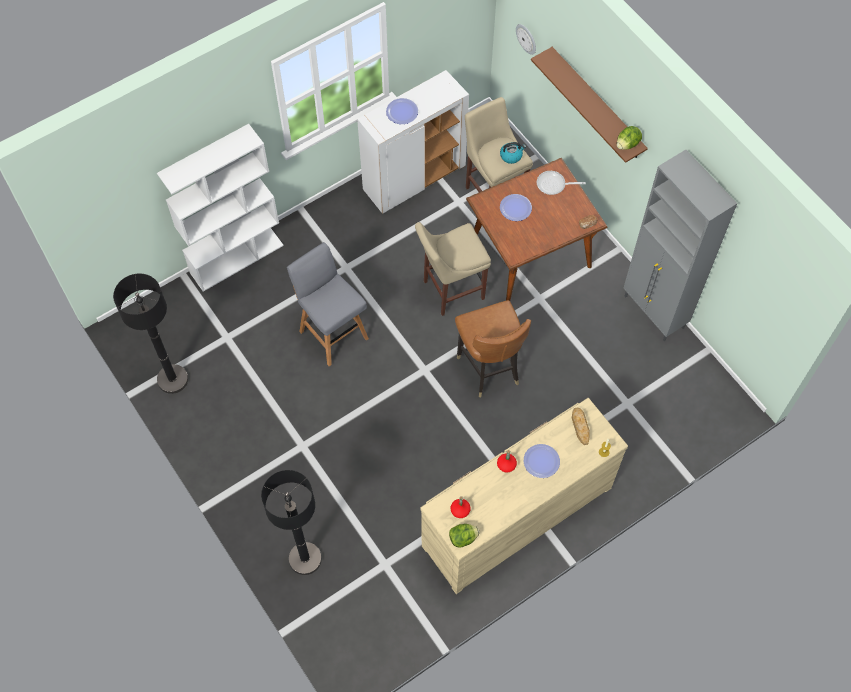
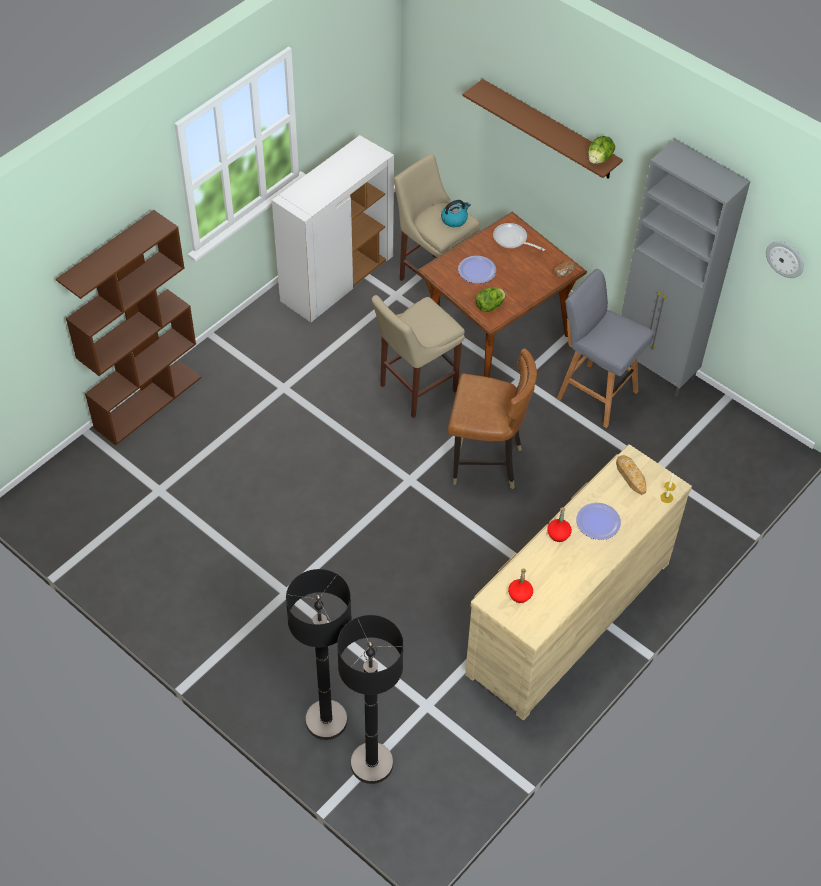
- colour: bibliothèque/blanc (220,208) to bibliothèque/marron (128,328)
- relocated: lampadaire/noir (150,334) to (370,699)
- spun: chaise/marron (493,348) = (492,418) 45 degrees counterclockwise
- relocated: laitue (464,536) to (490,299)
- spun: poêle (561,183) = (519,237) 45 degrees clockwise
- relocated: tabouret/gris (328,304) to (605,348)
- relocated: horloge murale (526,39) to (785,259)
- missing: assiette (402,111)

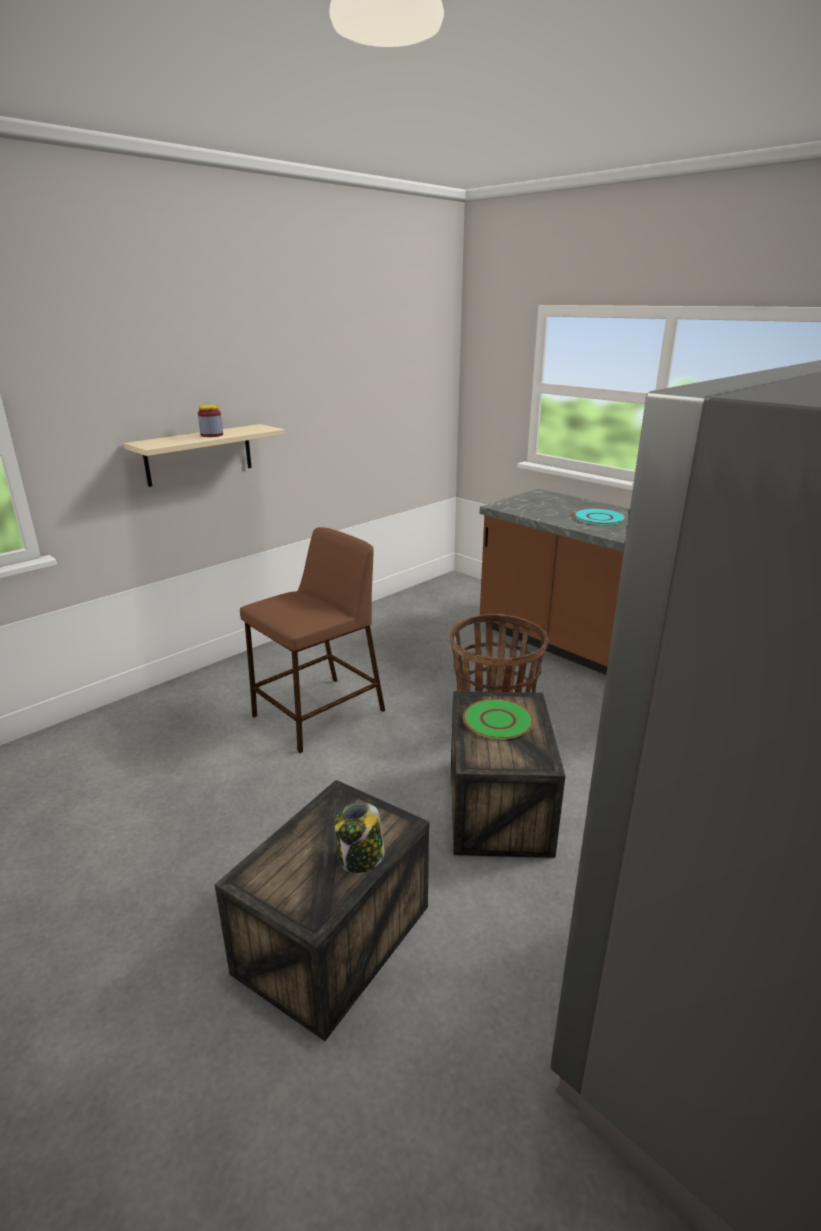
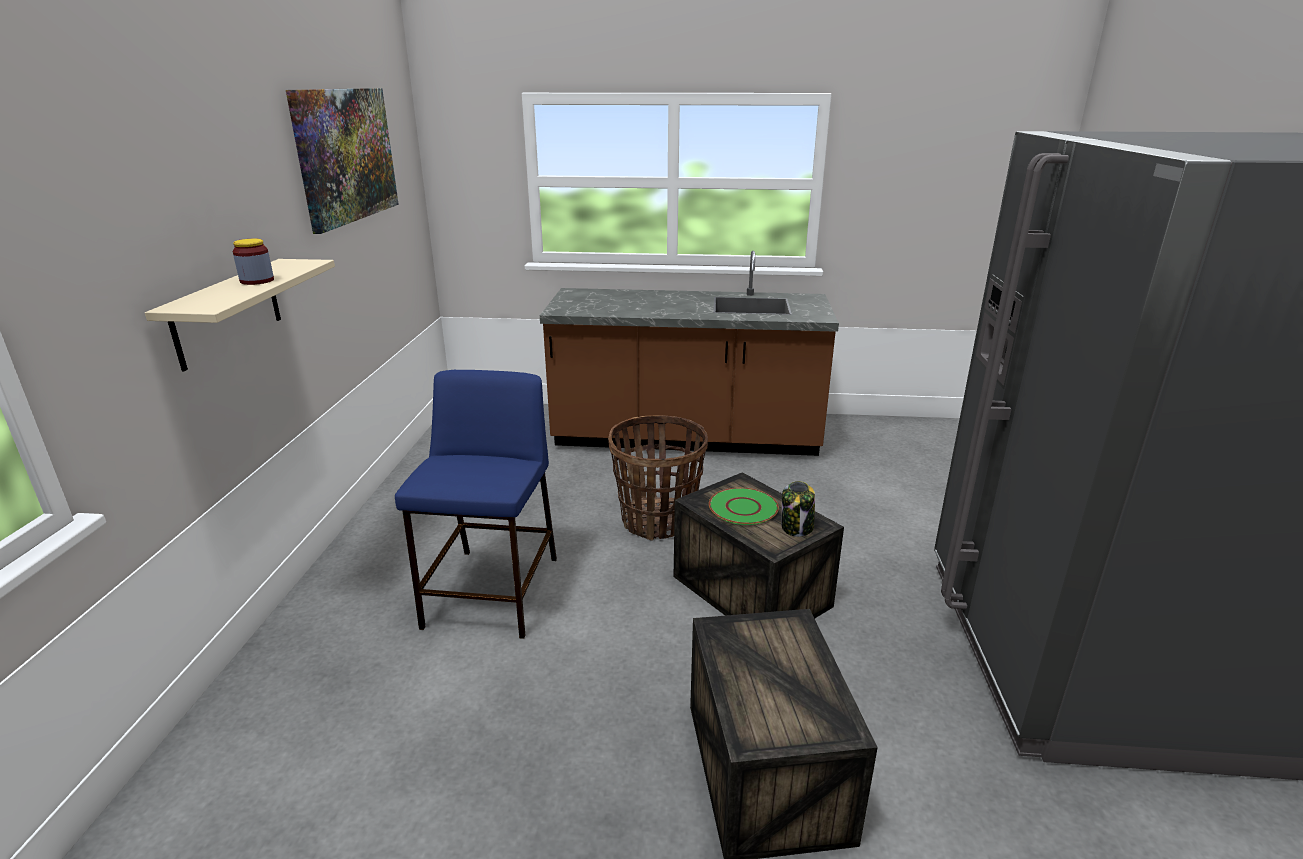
- appeared: tableau (342,161)
- colour: tabouret/marron (312,640) to tabouret/bleu (476,504)
- relocated: bocal (359,837) to (798,509)
- missing: assiette/turquoise (600,516)

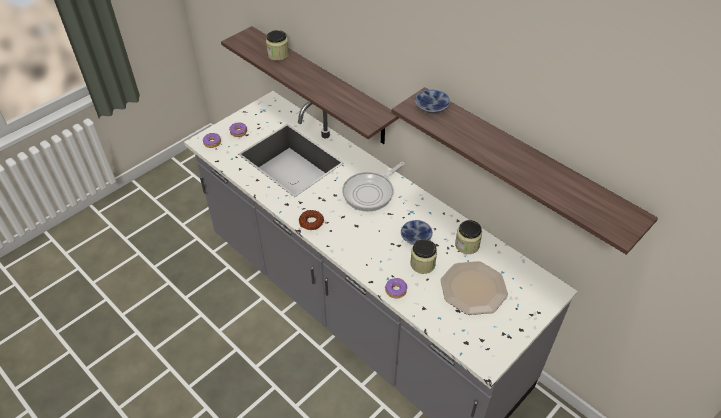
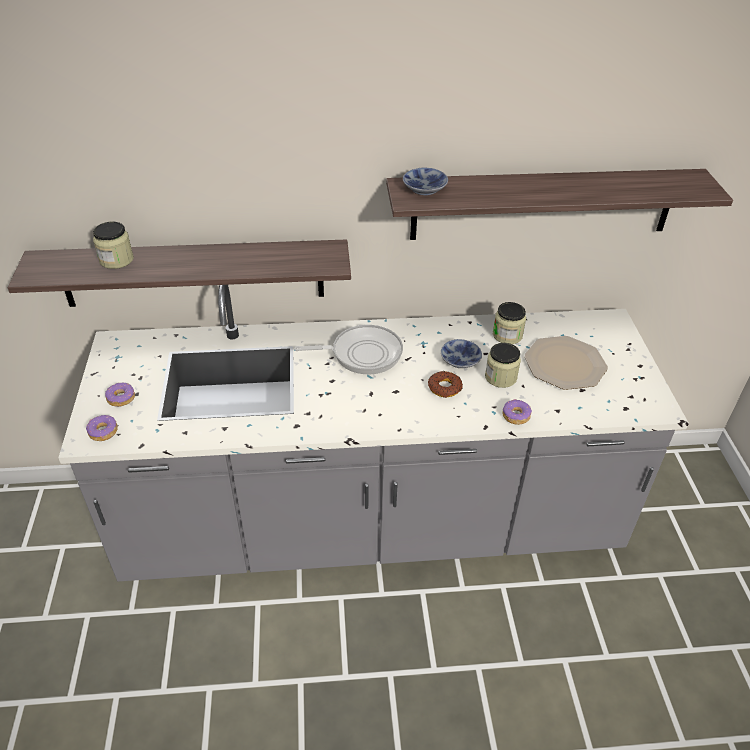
- spun: poêle (373,187) = (348,349) 90 degrees counterclockwise
- relocated: beignet (311,220) to (445,384)

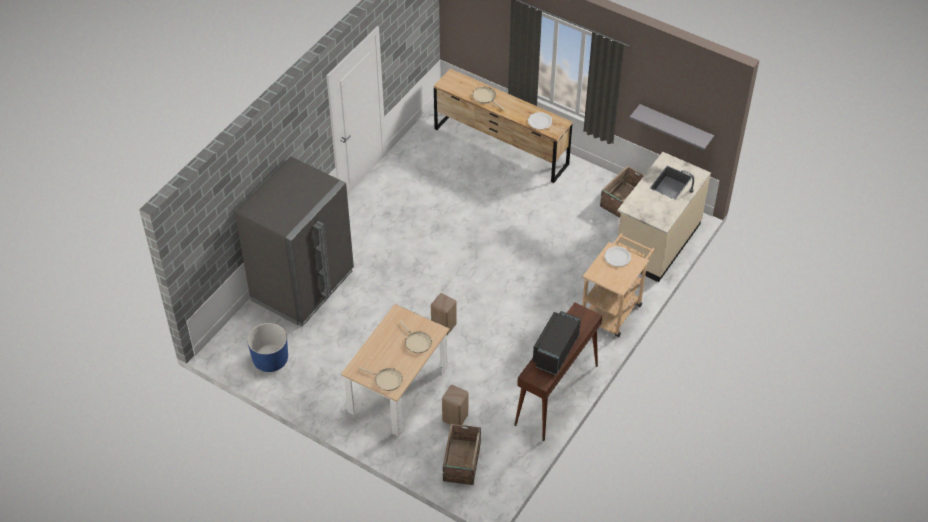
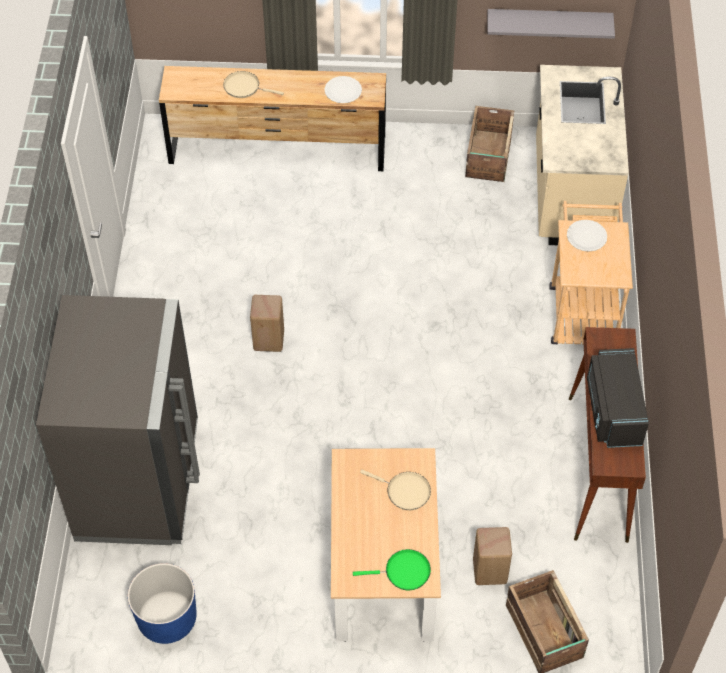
- relocated: tabouret/beige (444,314) to (267,323)
- colour: poêle/beige (381,379) to poêle/vert (392,569)

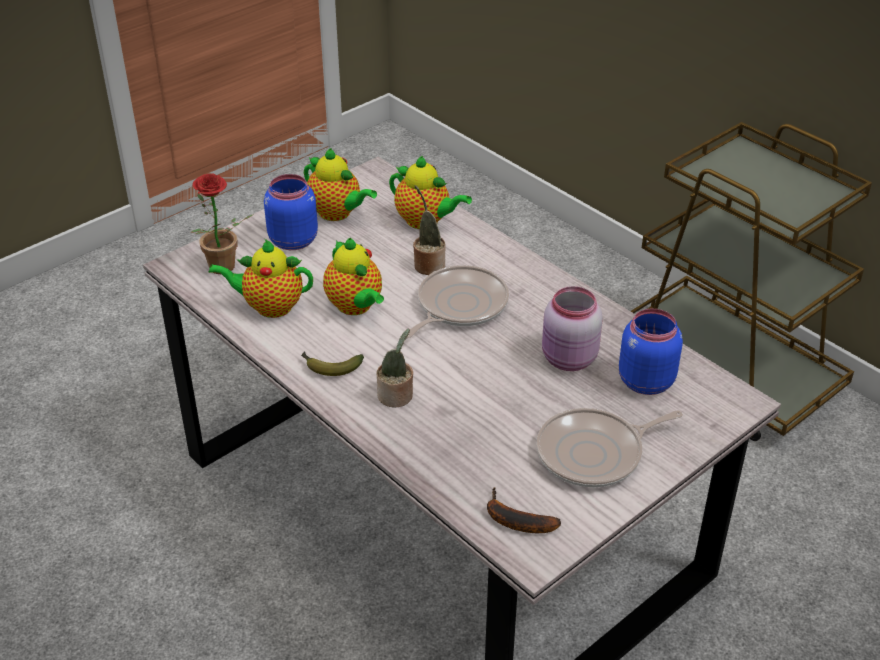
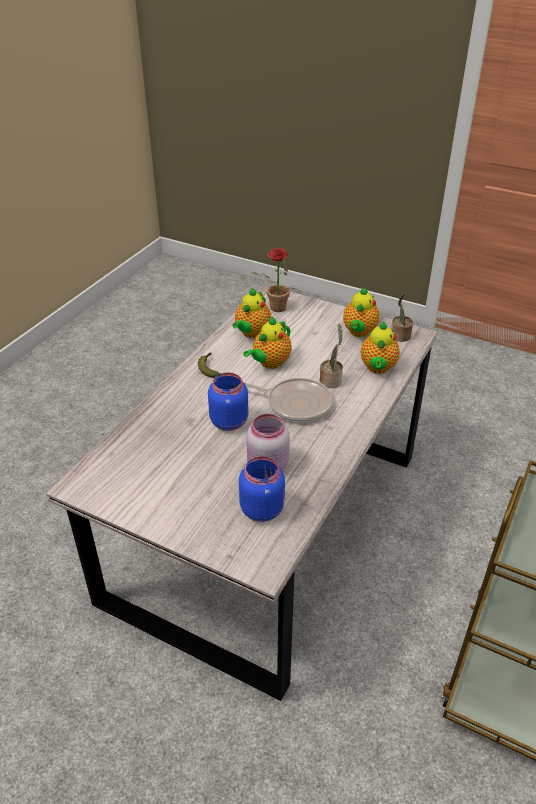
- relocated: bocal/bleu (291,212) to (228,401)
- spun: théière (260,278) = (251,313) 135 degrees counterclockwise
- relocated: plante en pot (395,368) to (402,317)
- missing: banane (524,510)
- missing: poêle (610,448)

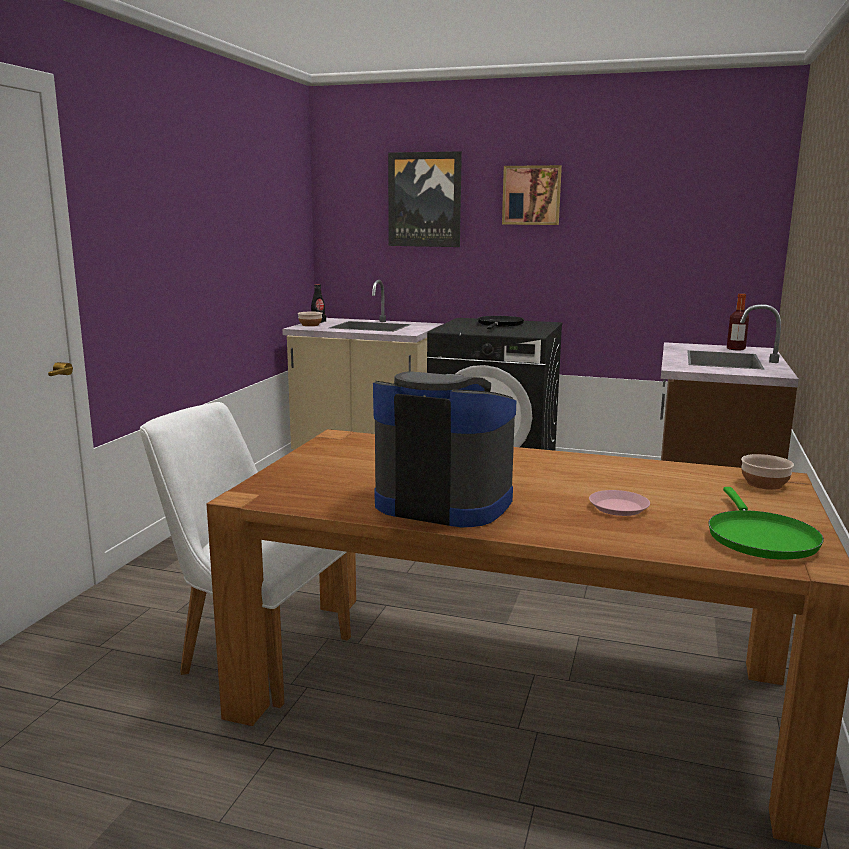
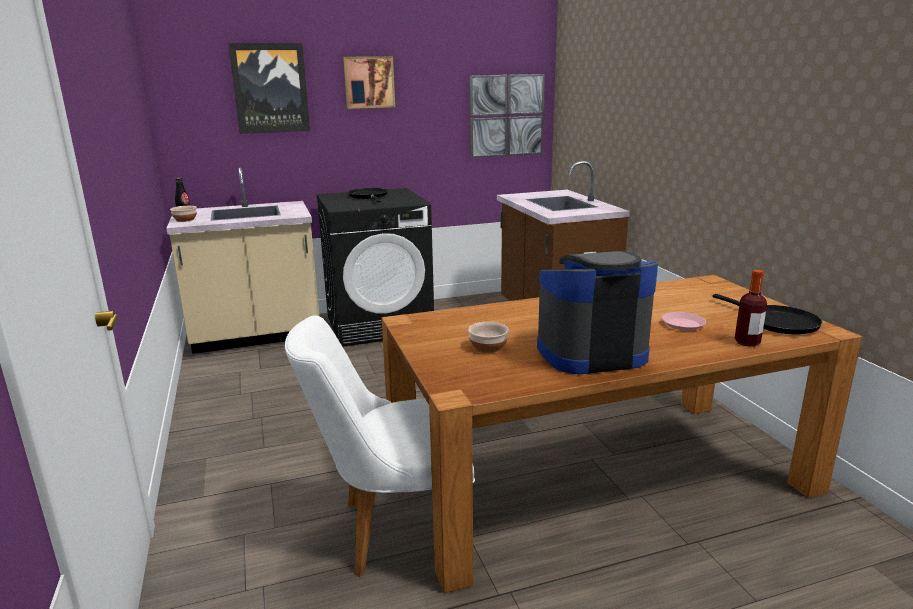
- relocated: bol (767,472) to (488,337)
- appeared: tableau (507,116)
- colour: poêle/vert (766,523) to poêle/noir (768,314)
- relocated: bouteille (738,322) to (751,308)

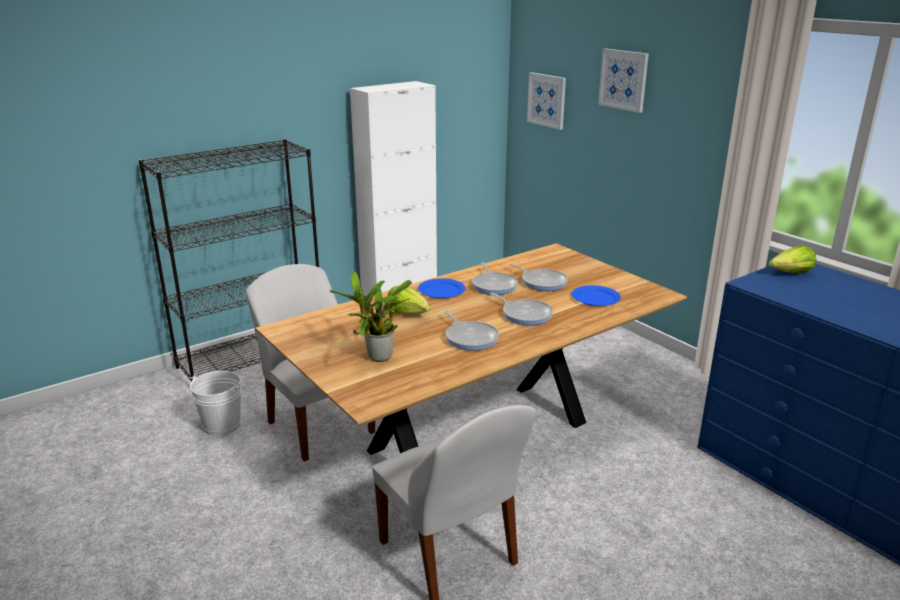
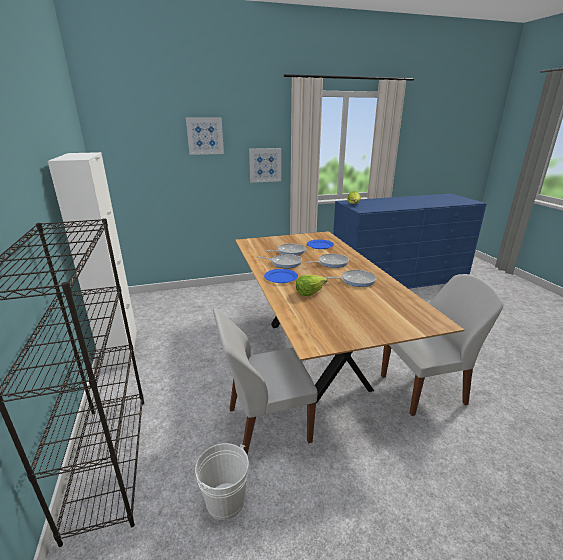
- relocated: tableau (546,101) to (265,165)
- missing: plante en pot (371,316)

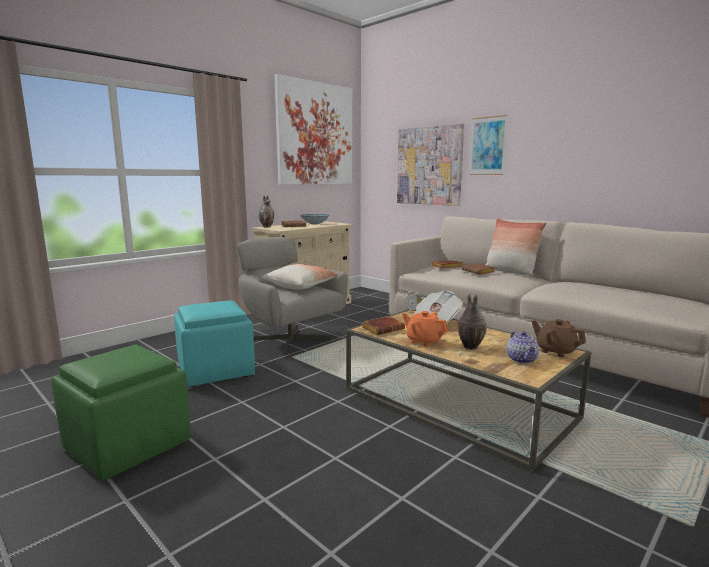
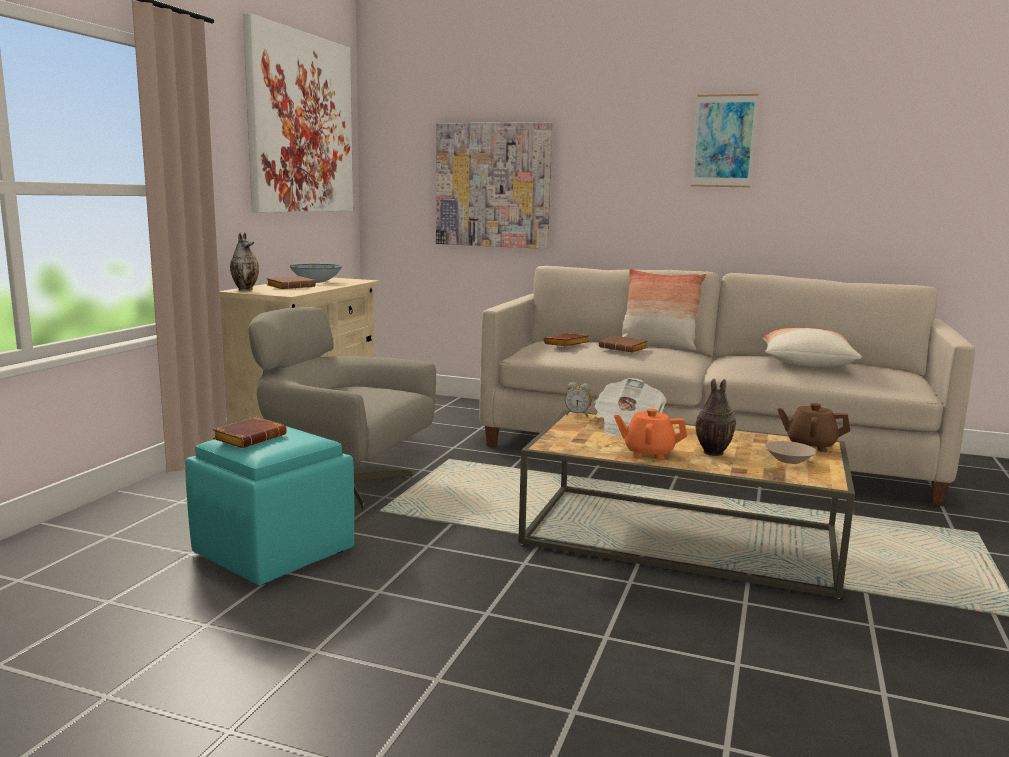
- relocated: livre/marron (384,325) to (250,432)
- relocated: tableau (488,145) to (724,141)
- relocated: coussin (300,277) to (811,347)
- exchanged: théière (522,347) to bol/beige (791,452)
- missing: pouf/vert (121,413)

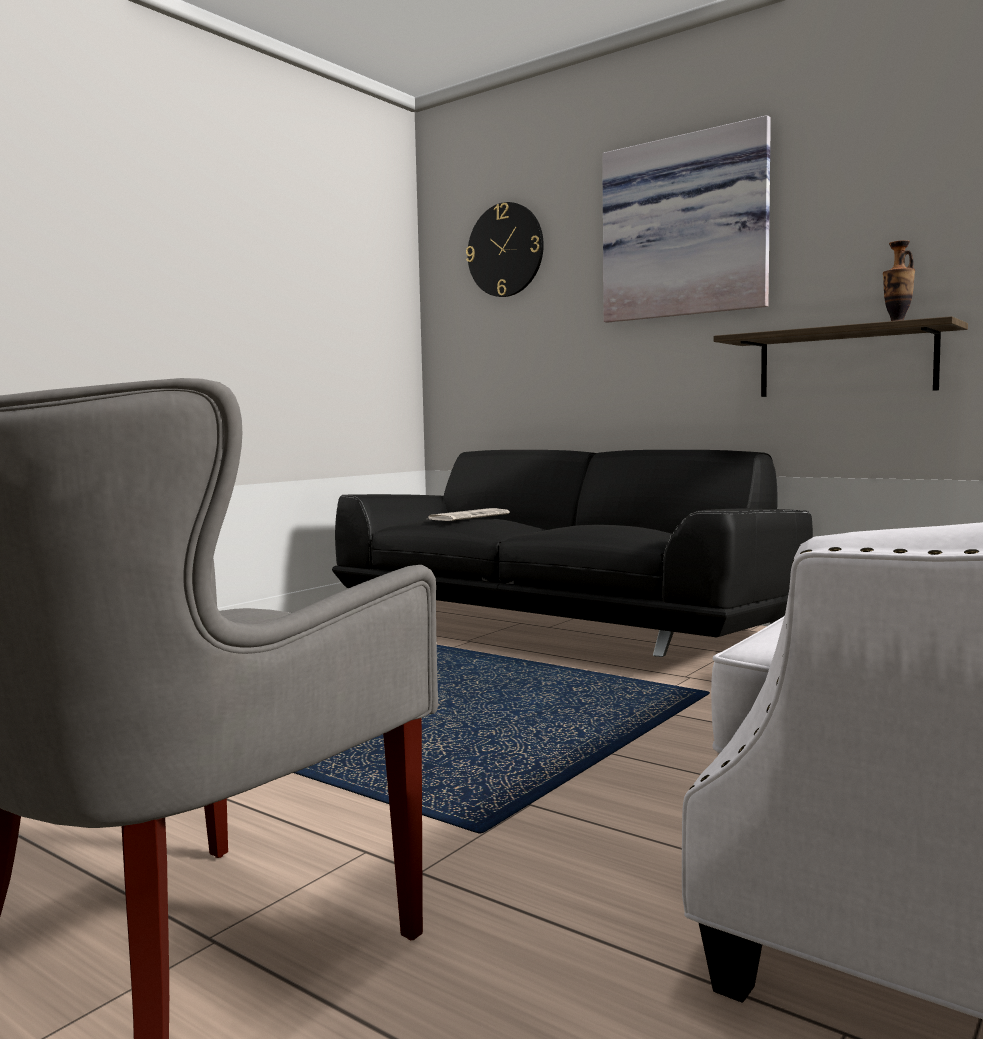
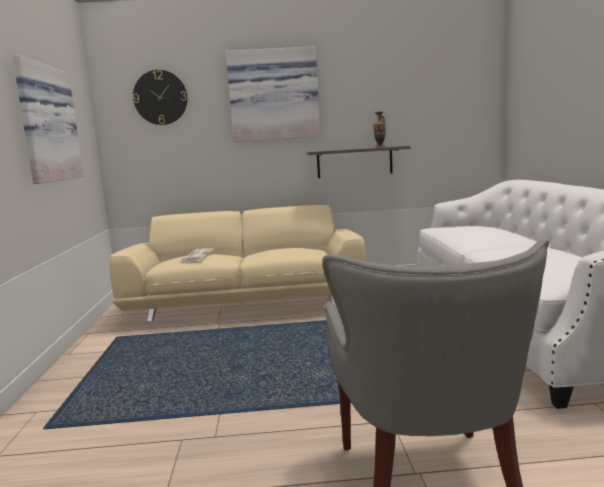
- appeared: tableau (47,119)
- colour: canapé/noir (572,553) to canapé/beige (238,263)

